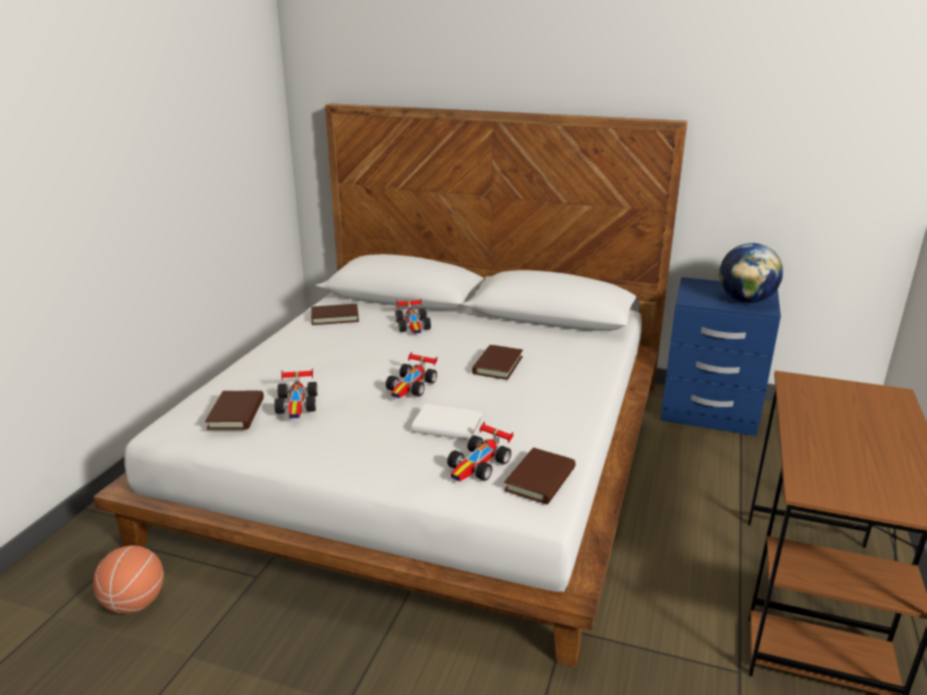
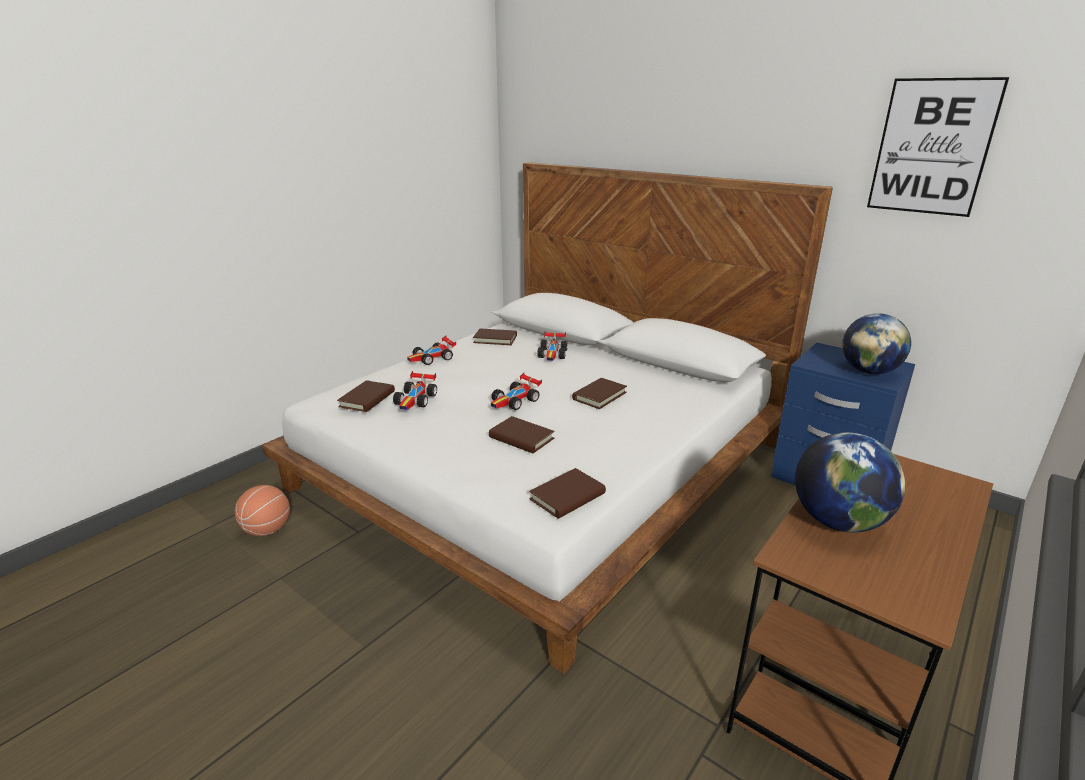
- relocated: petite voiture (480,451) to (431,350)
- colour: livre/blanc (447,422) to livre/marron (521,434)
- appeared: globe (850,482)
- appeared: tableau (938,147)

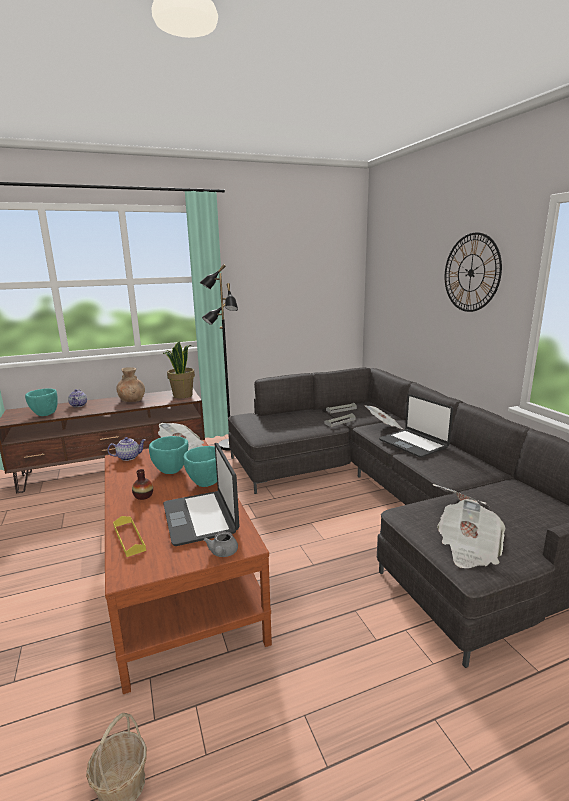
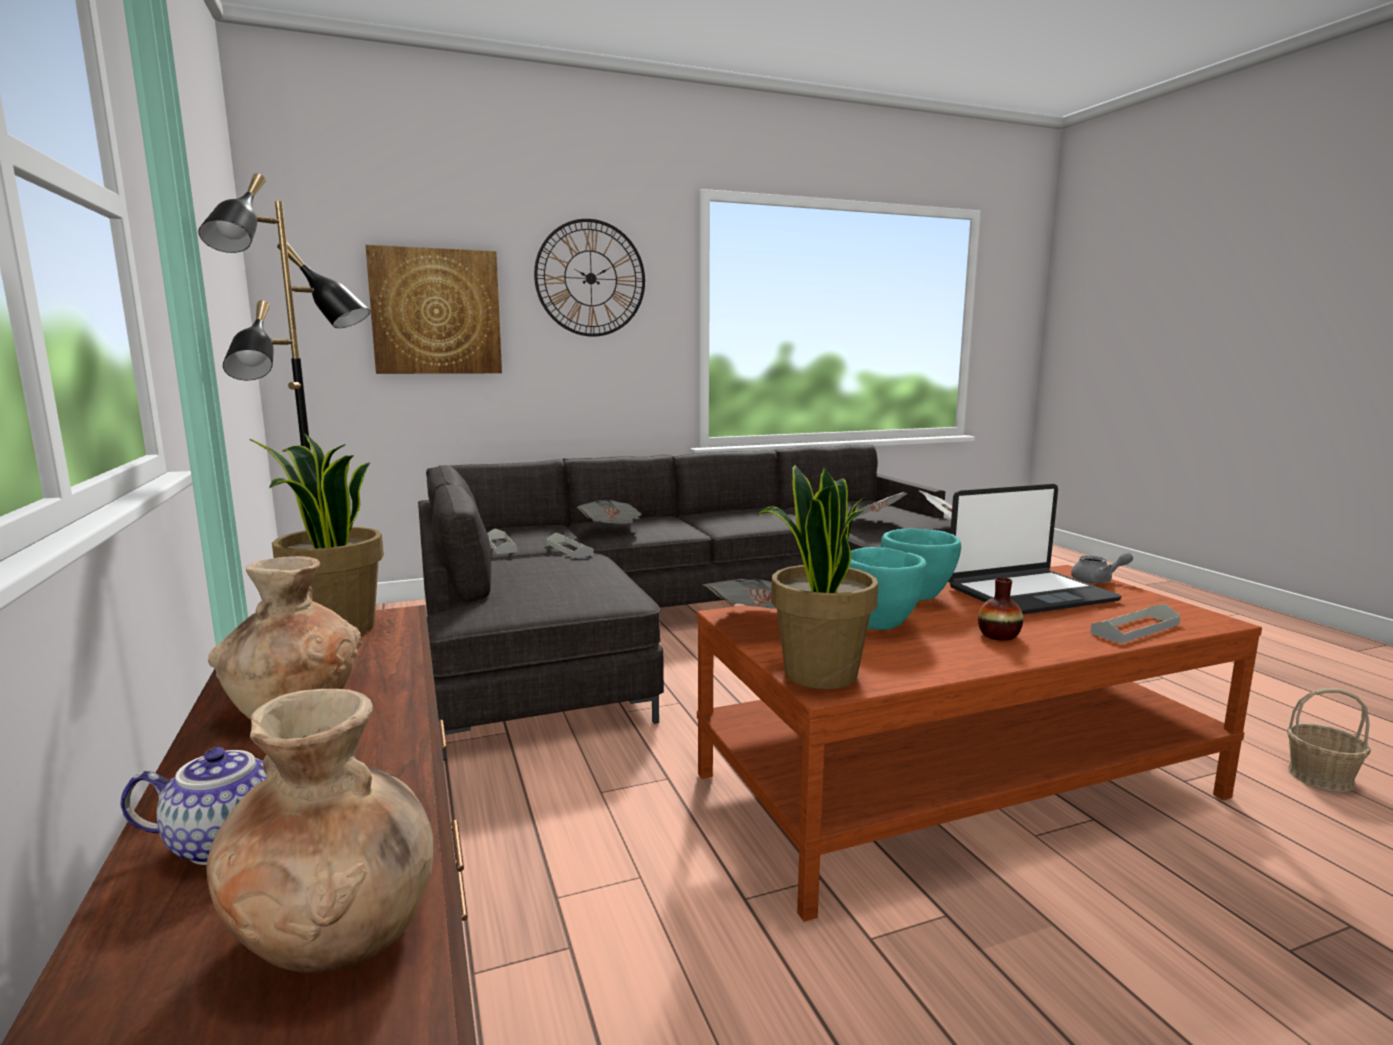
- exchanged: bol/turquoise (41,402) to vase/marron (319,831)
- appeared: tableau (434,309)
- exchanged: théière (126,449) to plante en pot (817,577)
- colour: plateau/jaune (129,536) to plateau/gris (1135,624)
- missing: ordinateur portable (416,425)

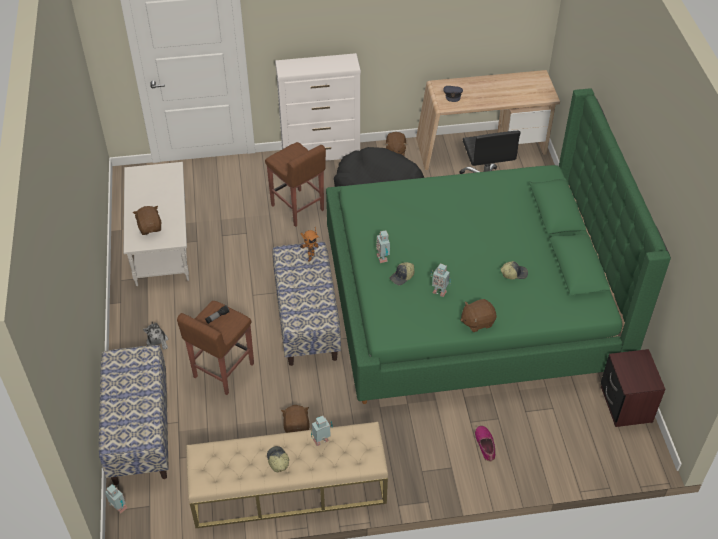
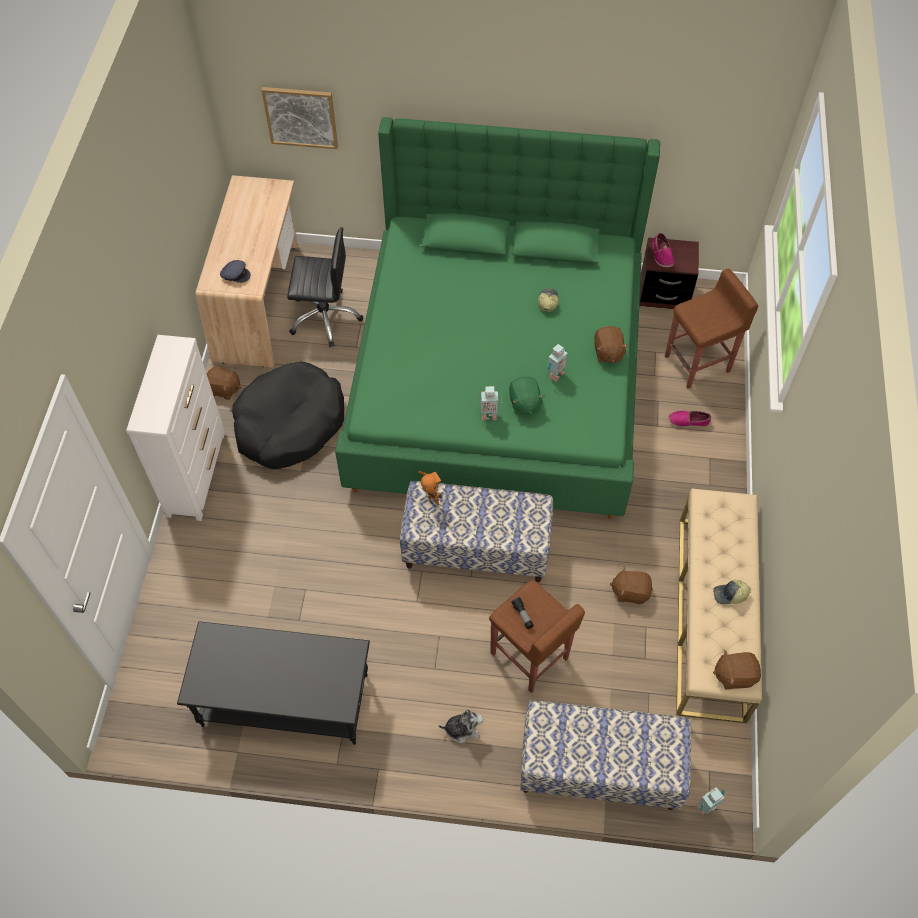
- colour: table basse/blanc (156,224) to table basse/noir (273,683)
- appeared: tableau (300,118)
- exchanged: casquette (402,273) to peluche/vert (527,395)
- appeared: chaussure (663,250)
- relocated: tabouret/marron (295,184) to (711,329)
- relocated: peluche/marron (147,220) to (737,670)
- missing: robot jouet (322,431)

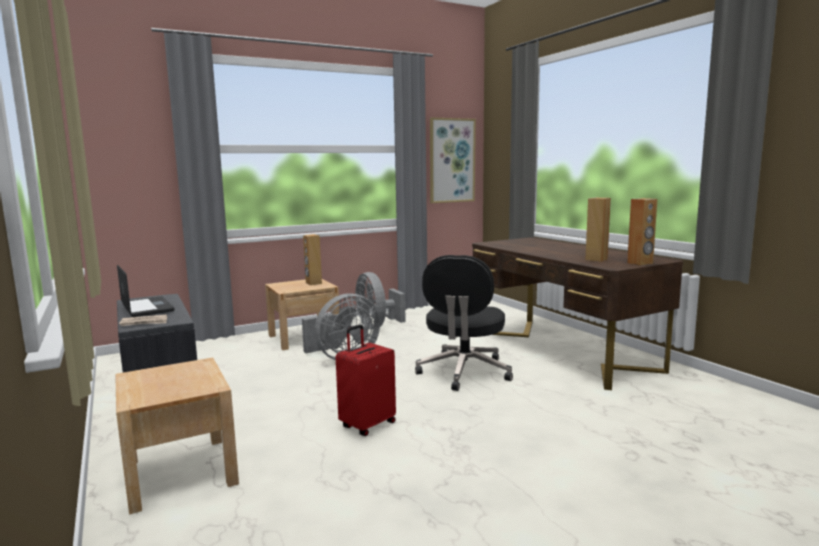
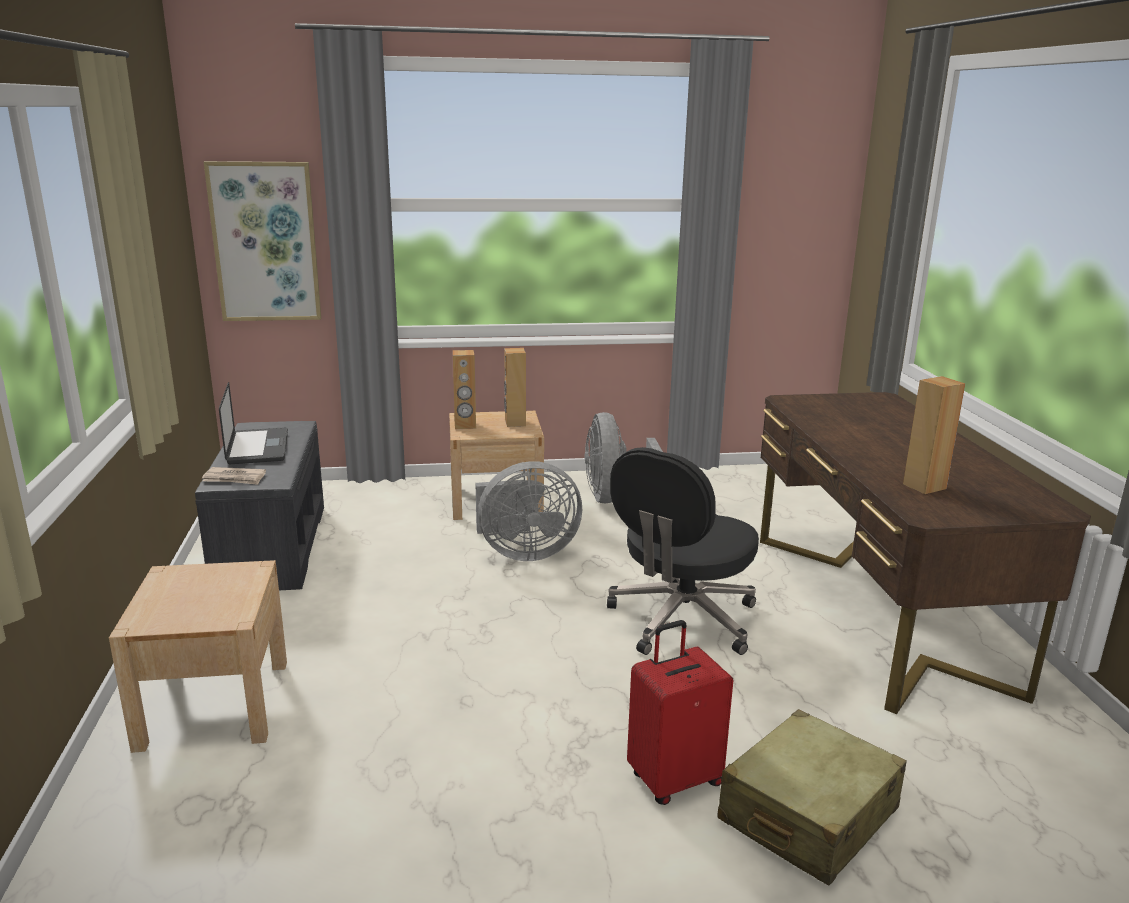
- relocated: tableau (453,160) to (262,241)
- relocated: enceinte/marron (642,232) to (464,389)
- relocated: valise/rouge (366,380) to (680,712)
- appeared: valise/beige (812,797)

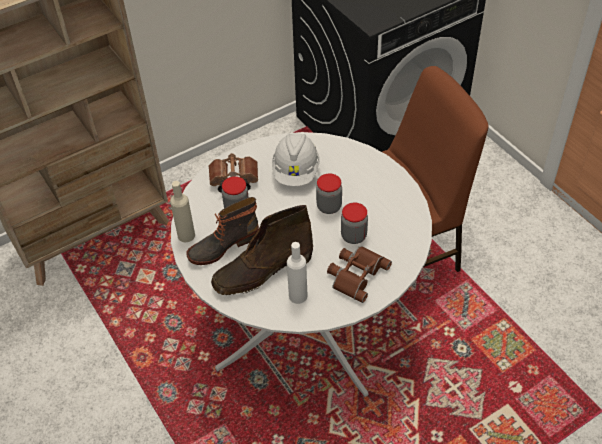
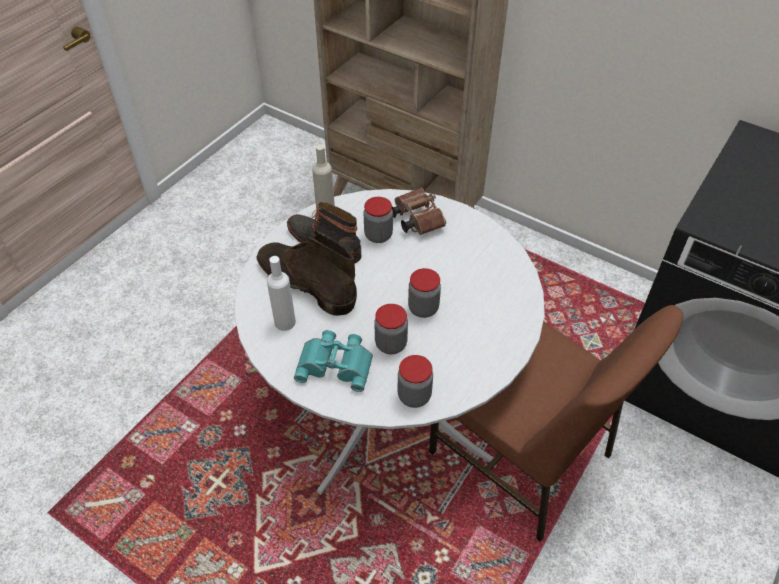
- colour: jumelles/marron (359,274) to jumelles/turquoise (333,361)
- appeared: bocal (415,381)
- missing: casque de chantier/blanc (296,159)

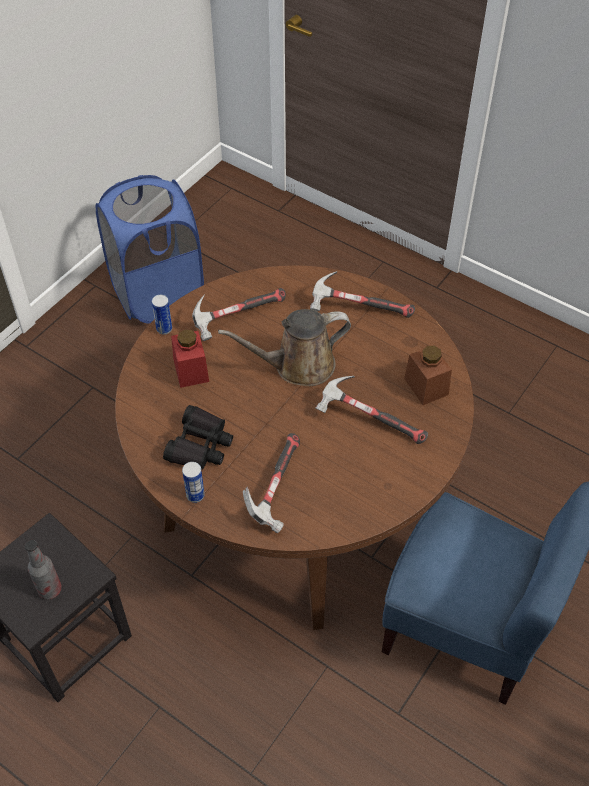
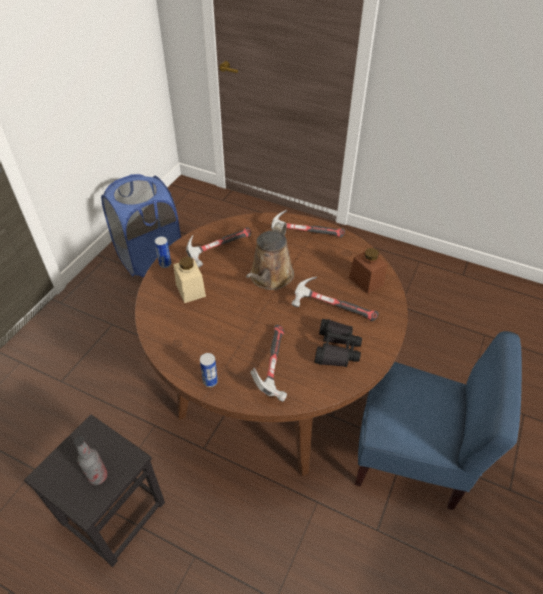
- colour: bocal/rouge (190,358) to bocal/beige (189,280)
- spun: arrosoir/marron (284,347) = (270,256) 45 degrees counterclockwise
- relocated: jumelles/noir (198,437) to (338,343)

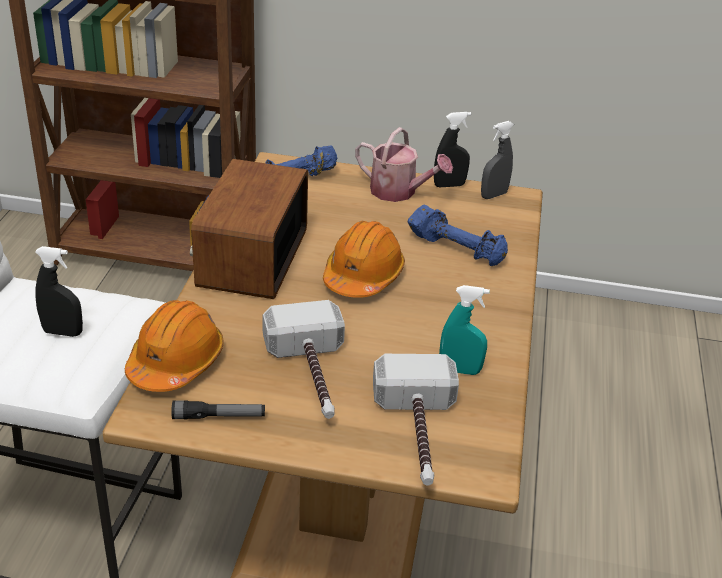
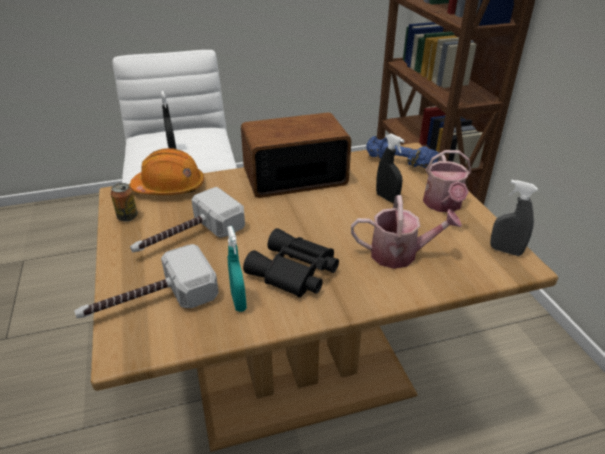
- exchanged: lampe de poche (218,409) to boîte métallique (124,202)
- appeared: jumelles/noir (291,263)
- exchanged: haltère/bleu (458,235) to arrosoir (406,232)
- relocated: vaporisateur/noir (452,149) to (390,168)
- missing: casque de chantier/orange (364,259)

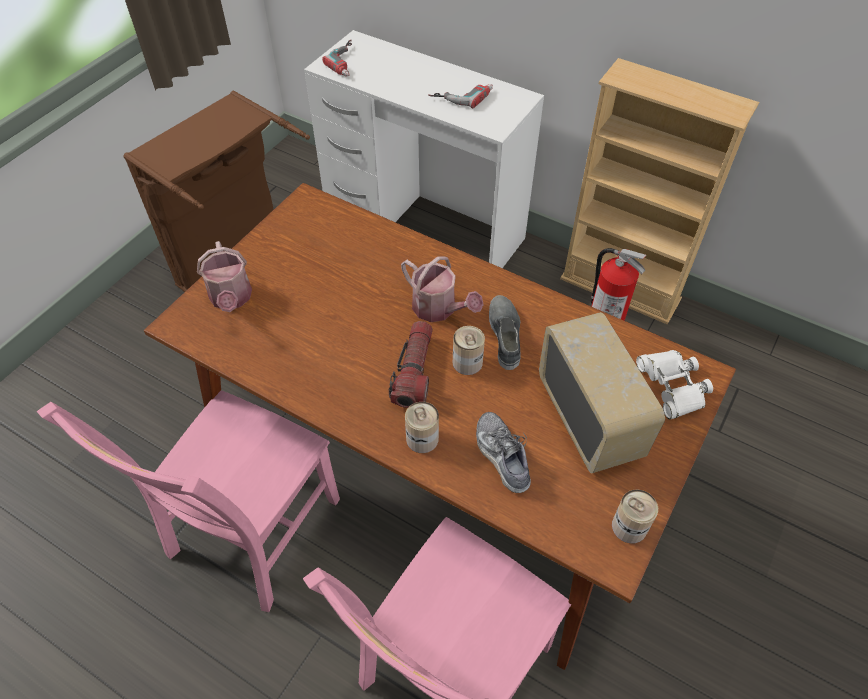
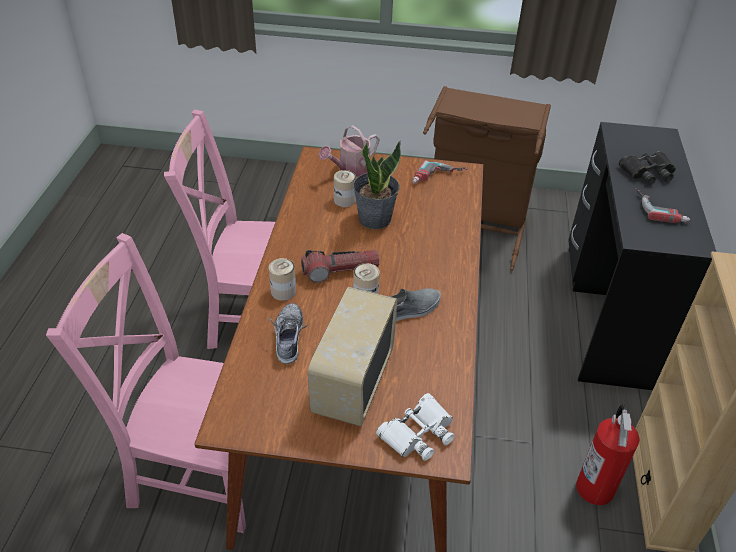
- spun: chaussure (503,452) = (288,333) 45 degrees counterclockwise
- spun: radio (602,392) = (353,356) 150 degrees clockwise
- relocated: boîte métallique (635,517) to (345,188)
- appeared: plante en pot (377,185)
- relocated: perceuse (337,58) to (439,172)
- colour: bureau/blanc (424,149) to bureau/noir (642,256)
- appeared: jumelles/noir (647,168)
- missing: arrosoir (442,289)

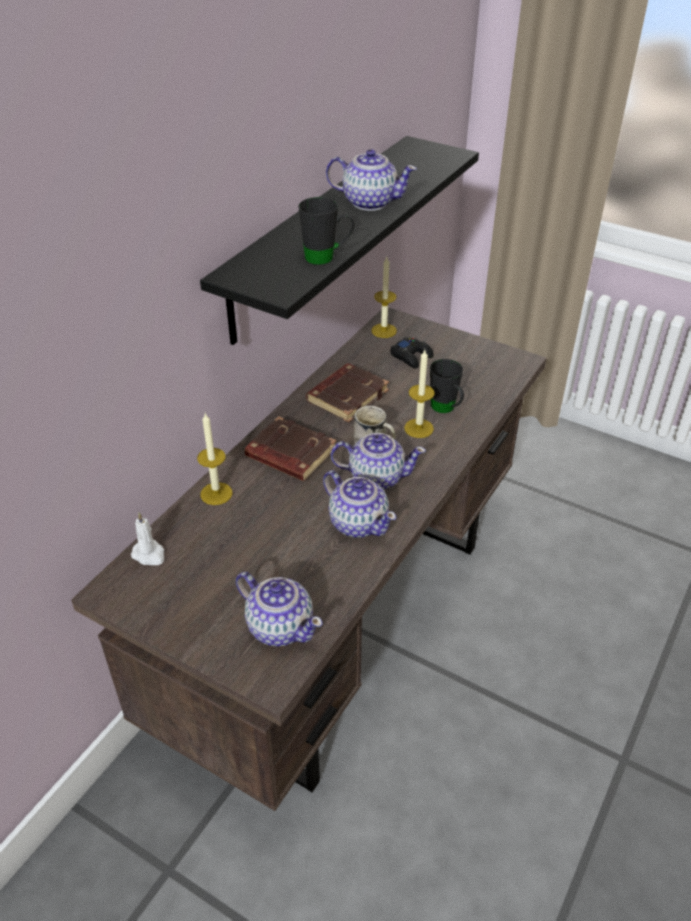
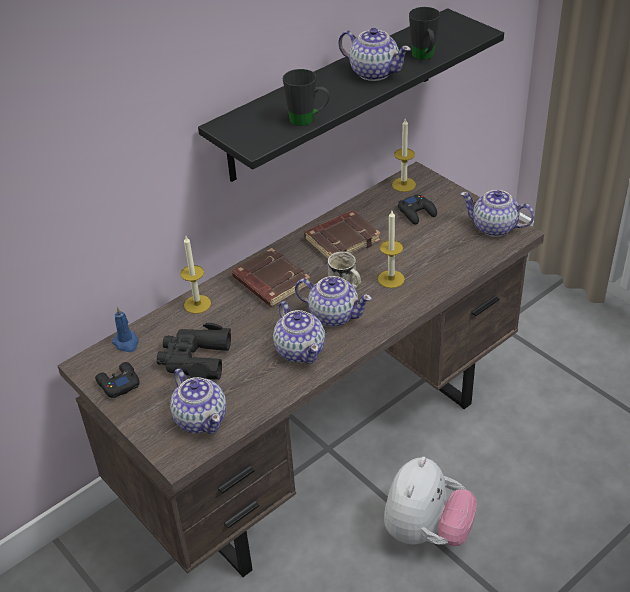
- appeared: manette/noir (117,380)
- colour: bougie/blanc (147,539) to bougie/bleu (125,329)
- appeared: jumelles/noir (193,351)
- appeared: peluche (430,501)
- relocated: mug/noir (447,386) to (424,33)
- appeared: théière (497,213)

